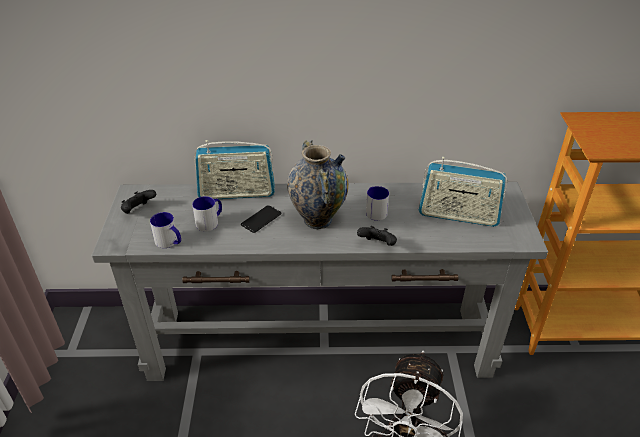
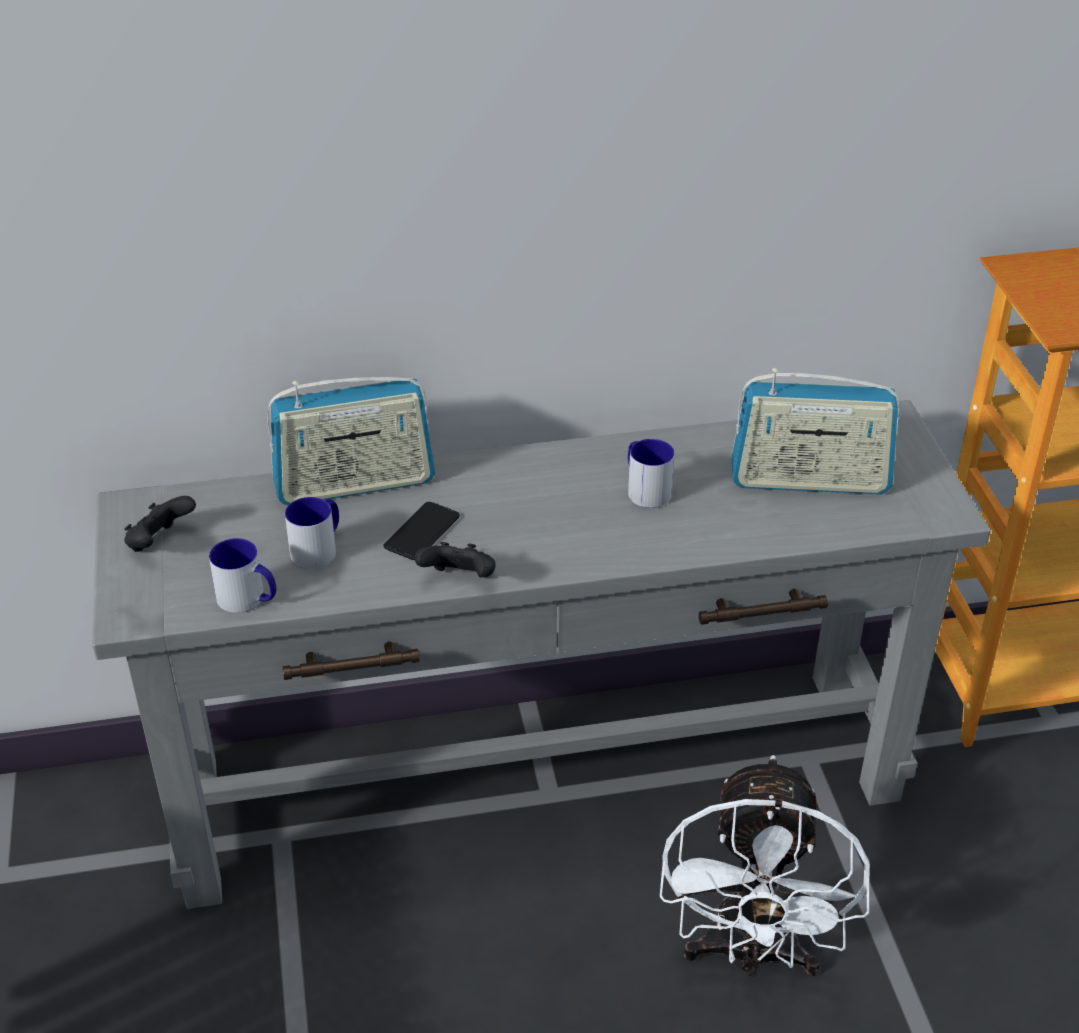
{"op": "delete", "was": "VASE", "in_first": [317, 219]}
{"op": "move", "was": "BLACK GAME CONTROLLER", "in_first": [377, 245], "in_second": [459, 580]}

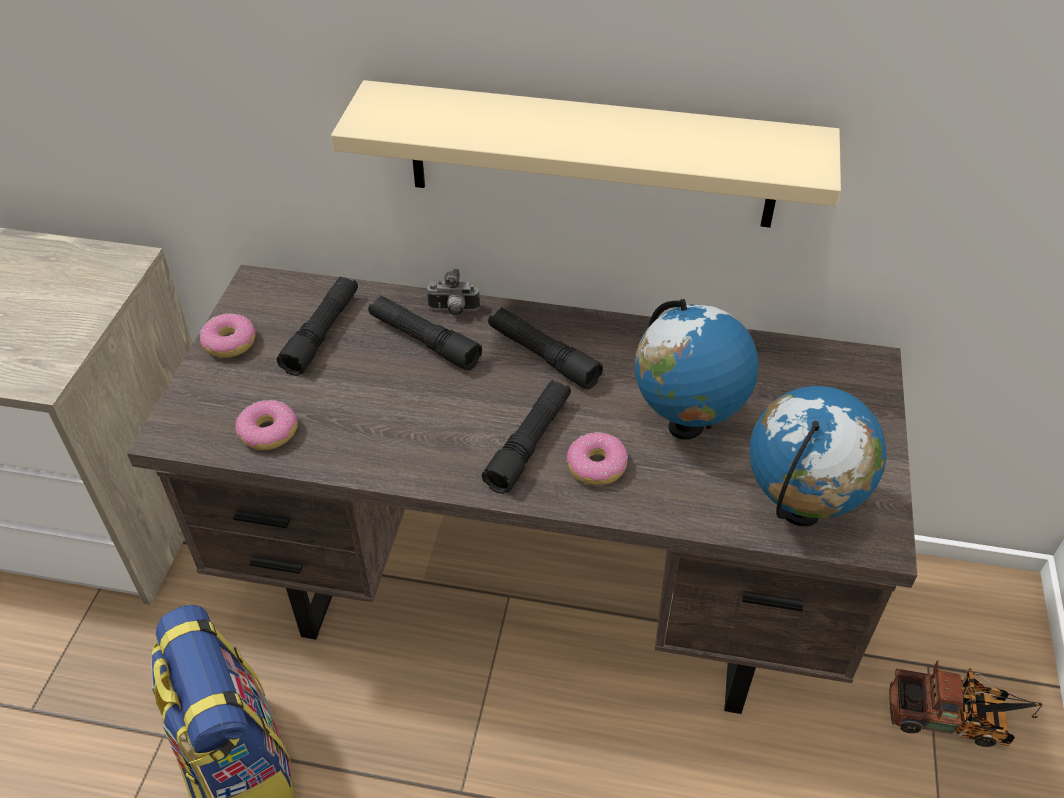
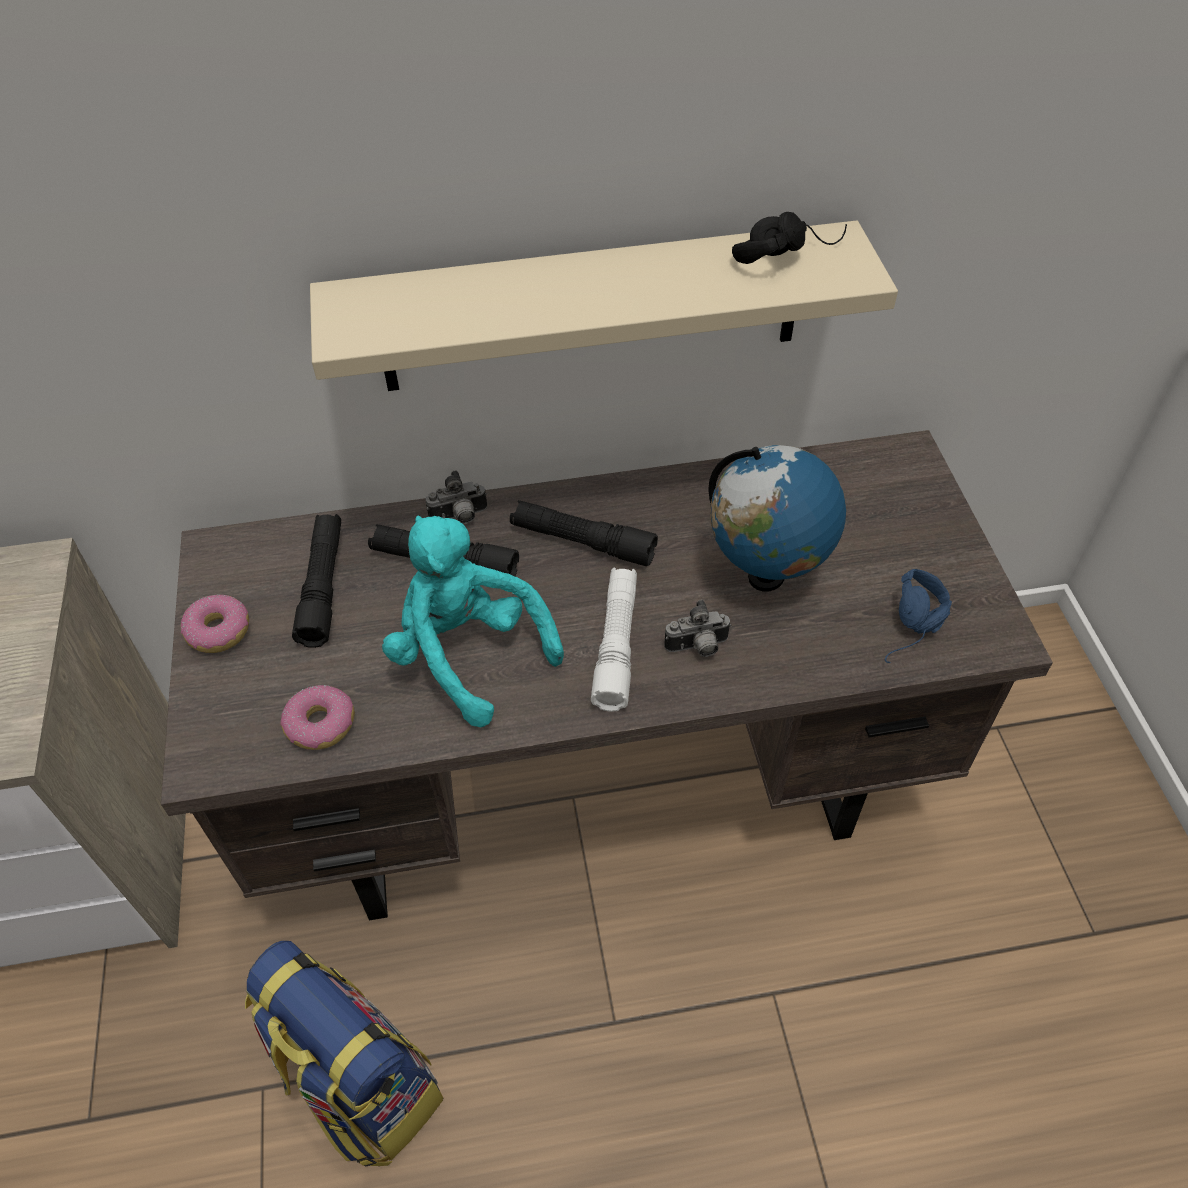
{"op": "recolor", "was": "BLACK FLASHLIGHT", "now": "WHITE FLASHLIGHT", "in_first": [529, 443], "in_second": [616, 645]}
{"op": "replace", "was": "GLOBE", "now": "BLUE HEADPHONES", "in_first": [799, 512], "in_second": [917, 633]}
{"op": "replace", "was": "DONUT", "now": "PHOTO CAMERA", "in_first": [596, 466], "in_second": [698, 648]}
{"op": "delete", "was": "TOY TRUCK", "in_first": [954, 719]}
{"op": "insert", "now": "BLACK HEADPHONES", "in_second": [784, 251]}
{"op": "insert", "now": "TURQUOISE PLUSH TOY", "in_second": [468, 654]}

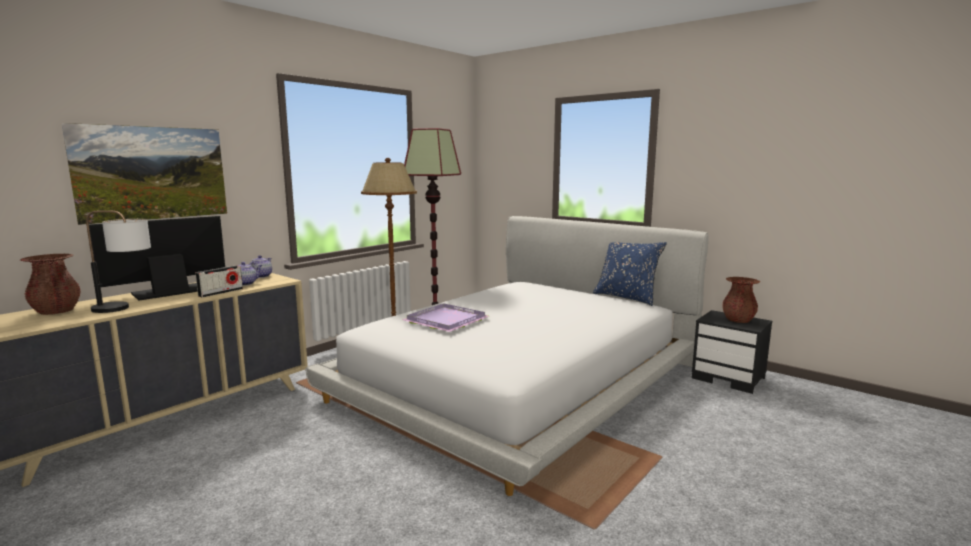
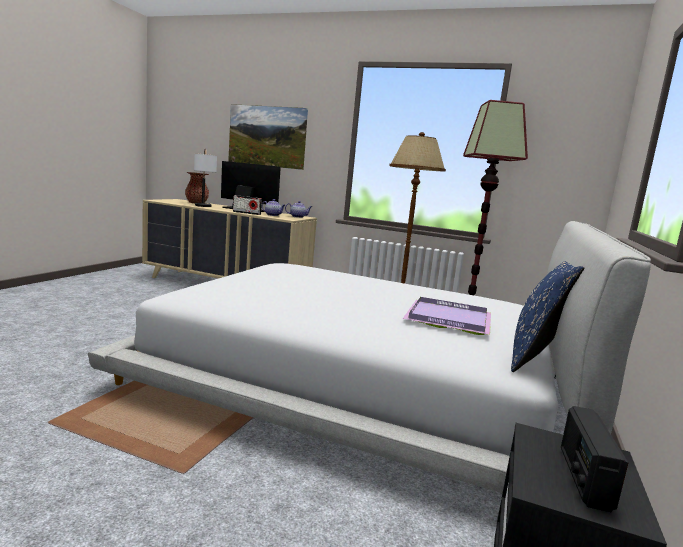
{"op": "replace", "was": "BROWN VASE", "now": "RADIO", "in_first": [738, 320], "in_second": [584, 477]}
{"op": "move", "was": "PURPLE TRAY", "in_first": [448, 320], "in_second": [450, 319]}

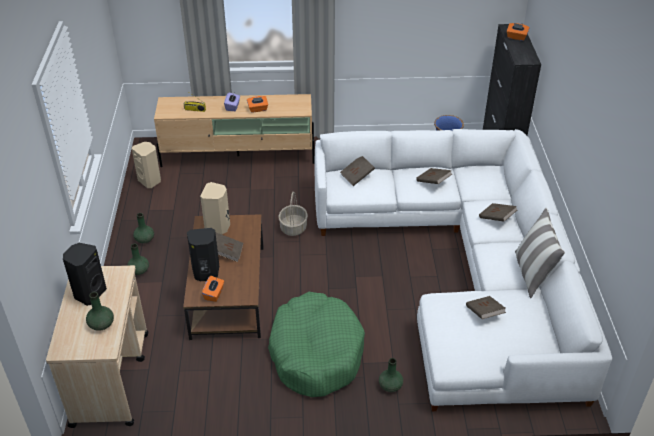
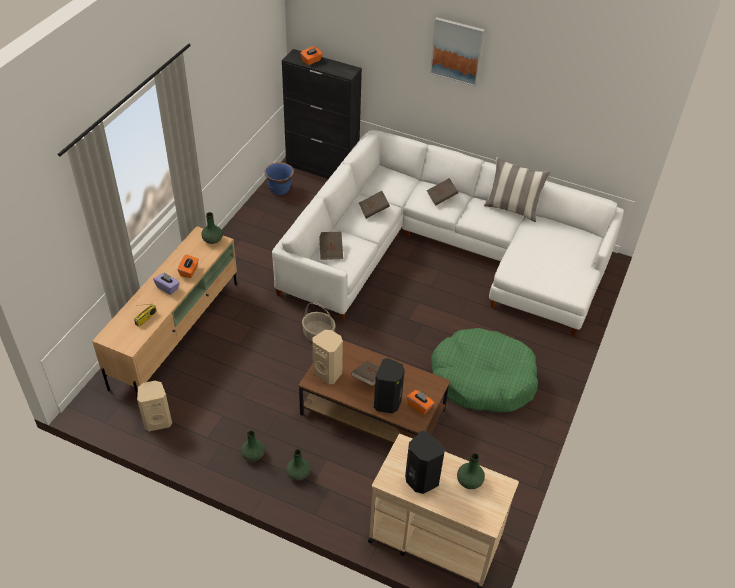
{"op": "delete", "was": "BROWN BOOK", "in_first": [484, 313]}
{"op": "move", "was": "GREEN VASE", "in_first": [390, 386], "in_second": [213, 240]}
{"op": "insert", "now": "PICTURE", "in_second": [457, 51]}

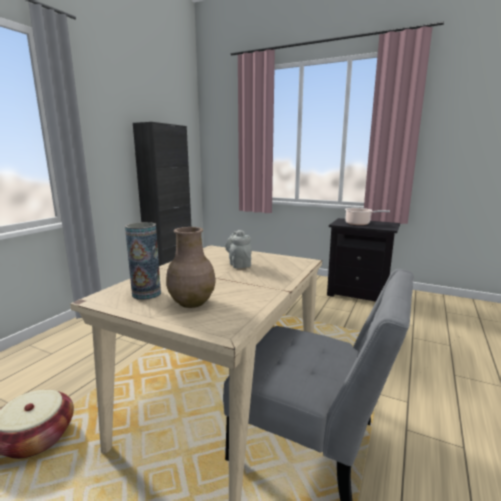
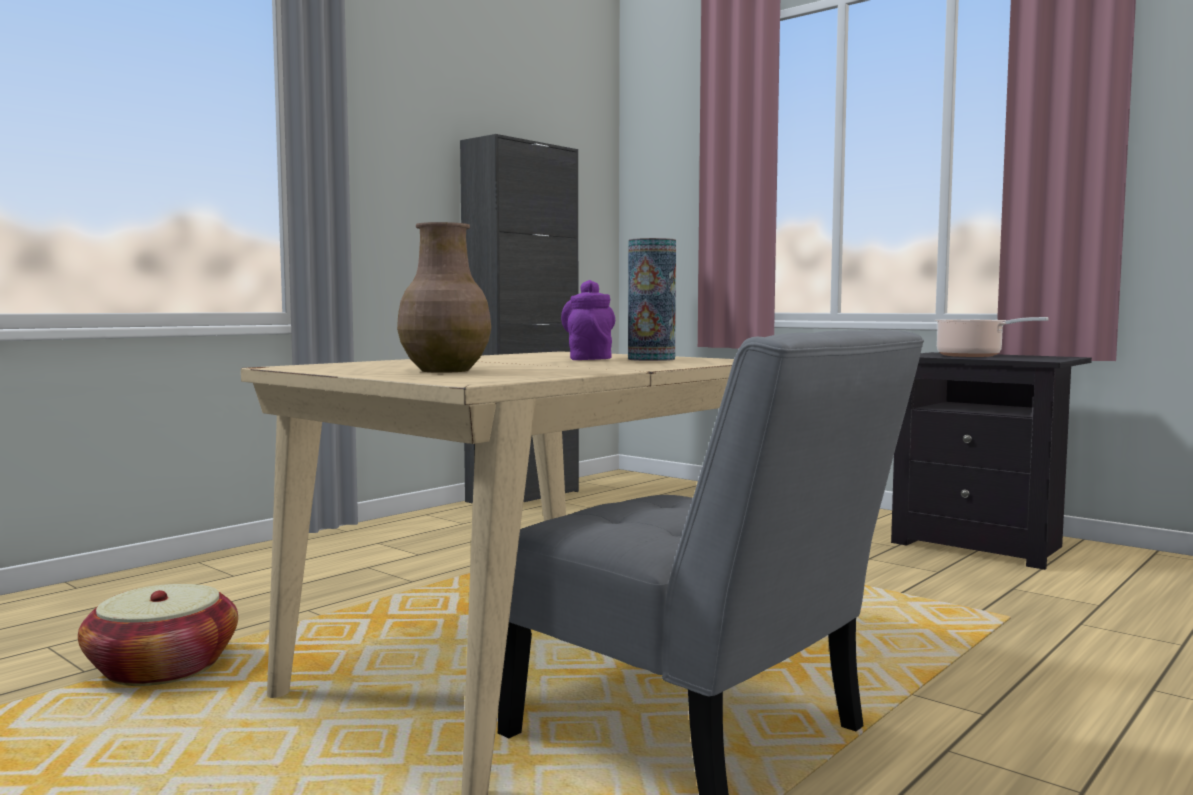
{"op": "move", "was": "VASE", "in_first": [146, 294], "in_second": [651, 359]}
{"op": "recolor", "was": "GREY TEAPOT", "now": "PURPLE TEAPOT", "in_first": [239, 264], "in_second": [589, 359]}

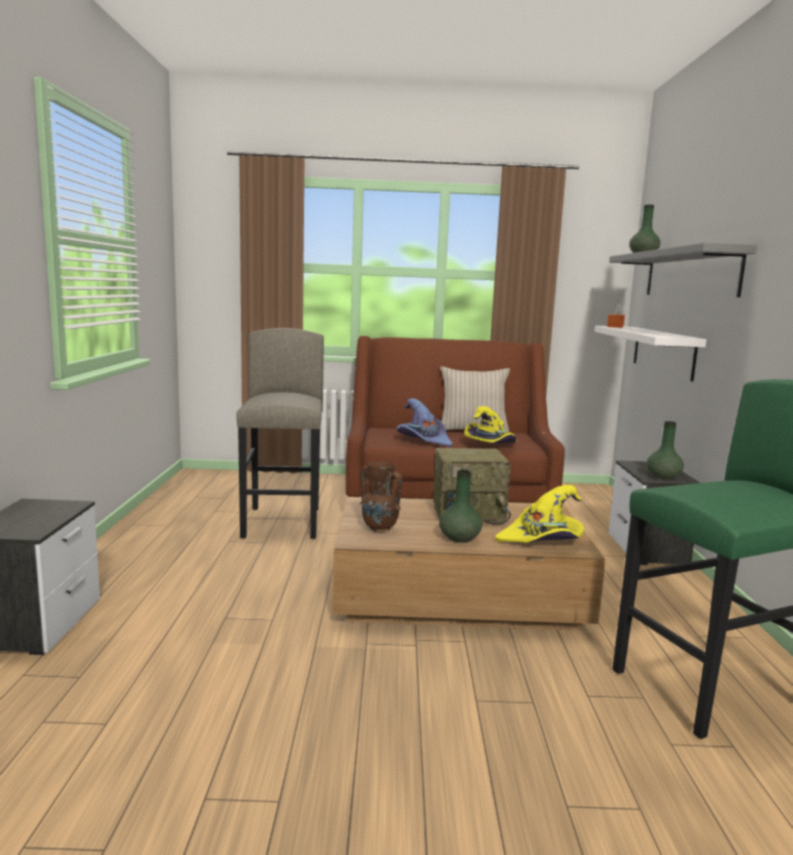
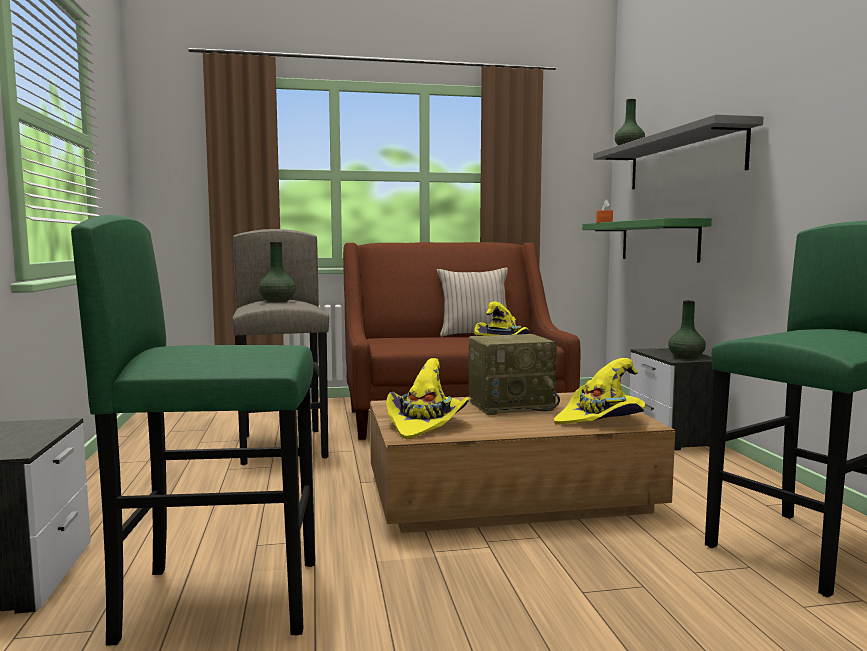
{"op": "recolor", "was": "WHITE SHELF", "now": "GREEN SHELF", "in_first": [663, 351], "in_second": [658, 241]}
{"op": "delete", "was": "PURPLE HAT", "in_first": [423, 440]}
{"op": "replace", "was": "BROWN VASE", "now": "YELLOW HAT", "in_first": [379, 529], "in_second": [425, 424]}
{"op": "move", "was": "GREEN VASE", "in_first": [460, 538], "in_second": [277, 301]}
{"op": "insert", "now": "GREEN STOOL", "in_second": [221, 599]}

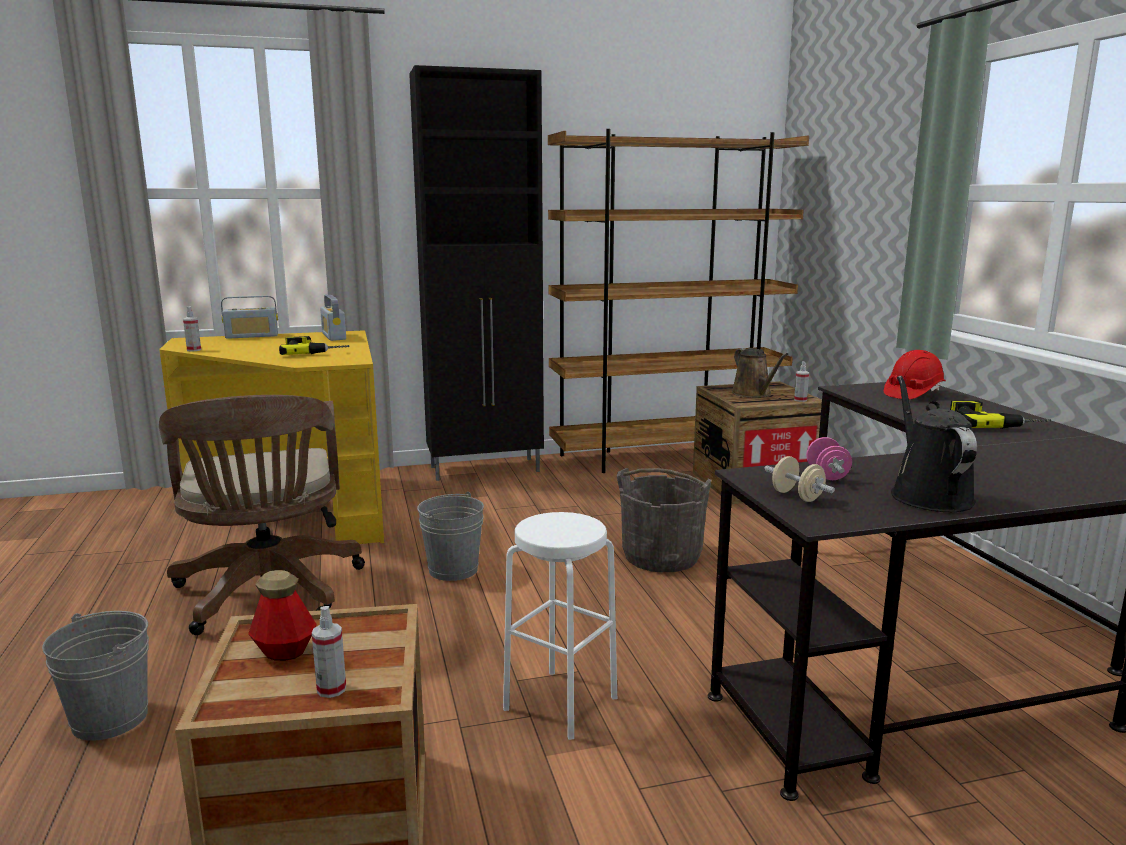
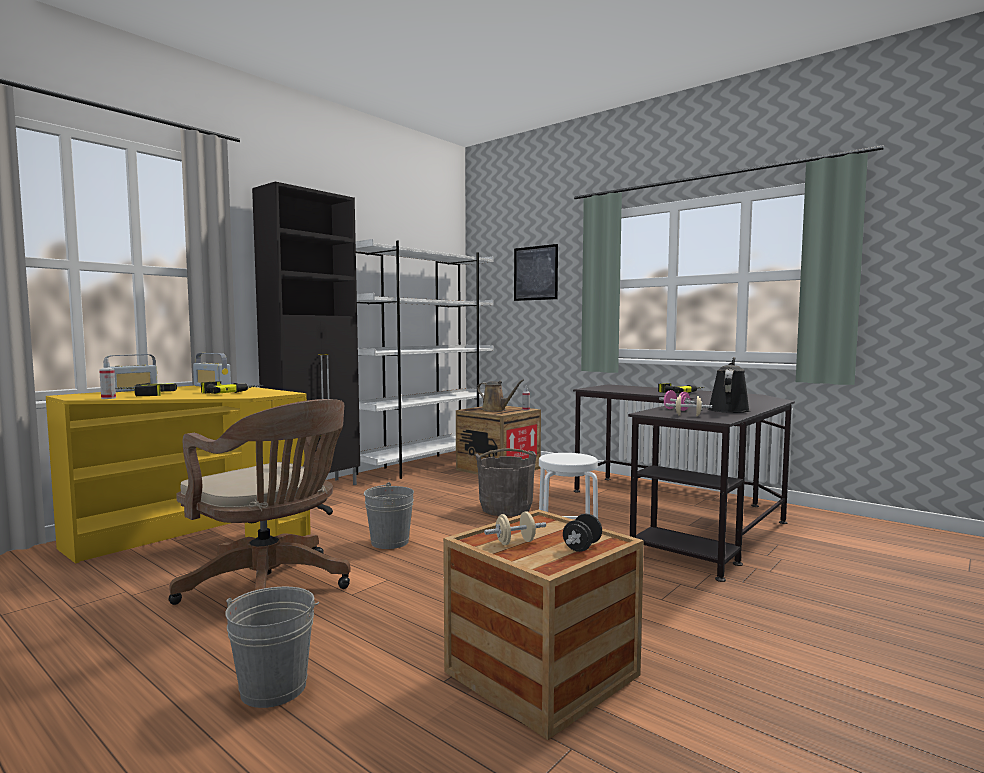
{"op": "recolor", "was": "BROWN BOOKCASE", "now": "WHITE BOOKCASE", "in_first": [667, 456], "in_second": [427, 464]}
{"op": "delete", "was": "RED HARD HAT", "in_first": [912, 393]}
{"op": "rotate", "was": "BLACK WATERING CAN", "in_first": [927, 495], "in_second": [728, 410], "clockwise": 60}
{"op": "replace", "was": "BOTTLE", "now": "BEIGE DUMBBELL", "in_first": [285, 651], "in_second": [515, 542]}
{"op": "replace", "was": "SPRAY BOTTLE", "now": "BLACK DUMBBELL", "in_first": [331, 689], "in_second": [582, 547]}
{"op": "insert", "now": "PICTURE", "in_second": [535, 273]}
{"op": "insert", "now": "POWER DRILL", "in_second": [140, 394]}

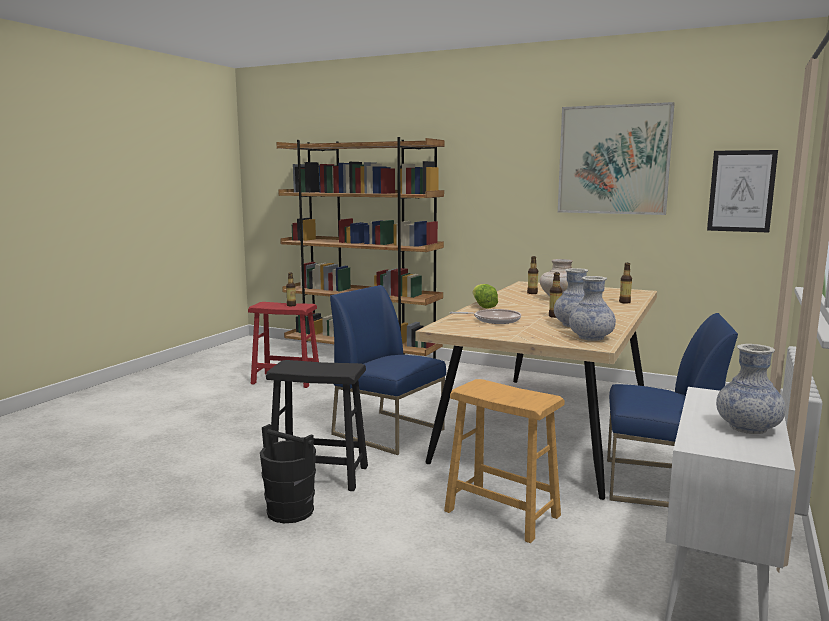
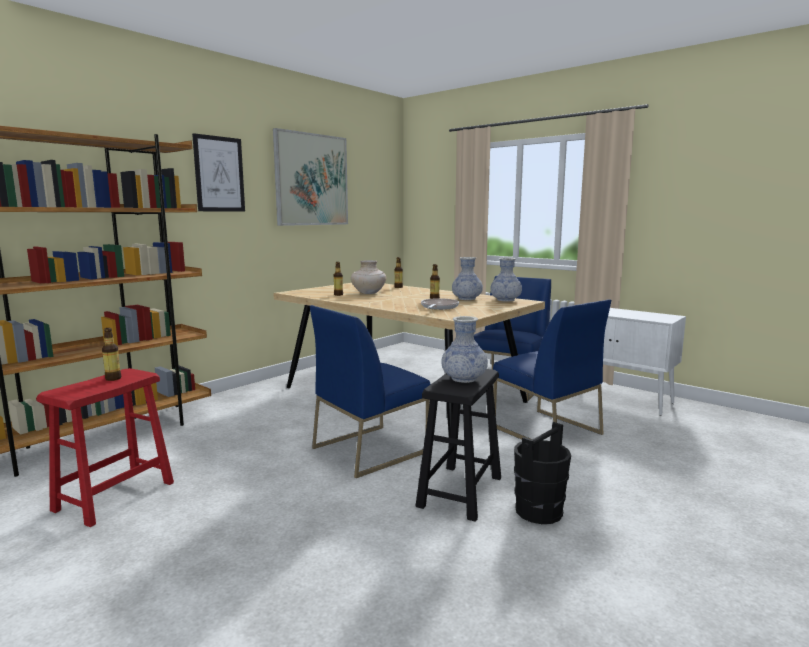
{"op": "move", "was": "PICTURE", "in_first": [741, 191], "in_second": [219, 174]}
{"op": "delete", "was": "LETTUCE", "in_first": [483, 306]}
{"op": "move", "was": "VASE", "in_first": [747, 428], "in_second": [464, 379]}
{"op": "replace", "was": "BROWN STOOL", "now": "BLUE CHAIR", "in_first": [502, 513], "in_second": [545, 430]}

